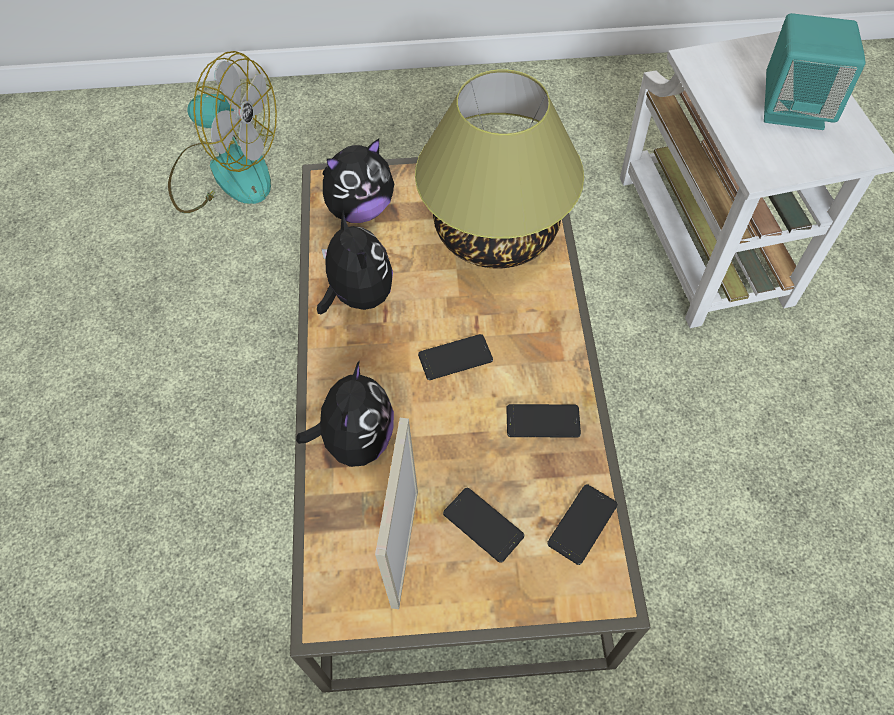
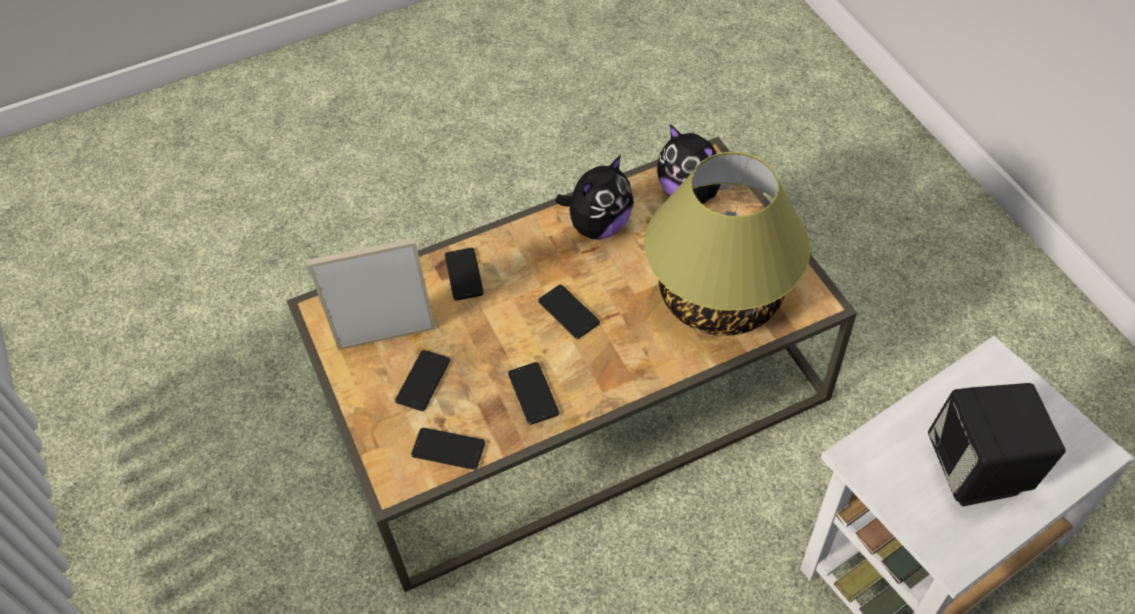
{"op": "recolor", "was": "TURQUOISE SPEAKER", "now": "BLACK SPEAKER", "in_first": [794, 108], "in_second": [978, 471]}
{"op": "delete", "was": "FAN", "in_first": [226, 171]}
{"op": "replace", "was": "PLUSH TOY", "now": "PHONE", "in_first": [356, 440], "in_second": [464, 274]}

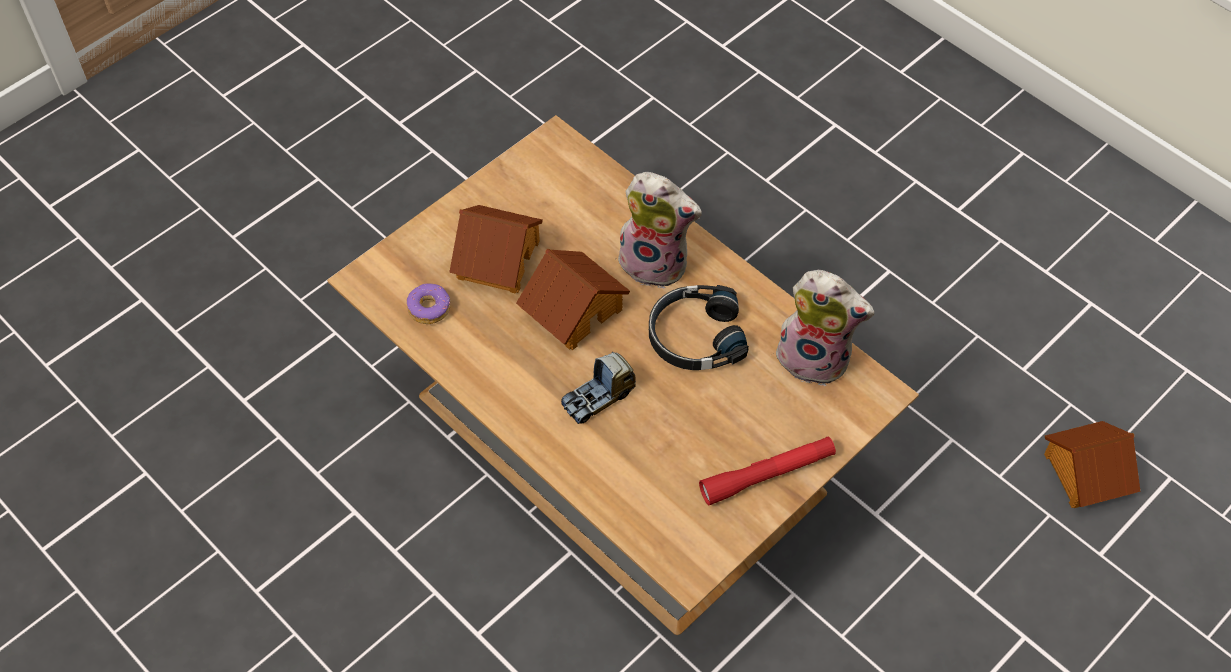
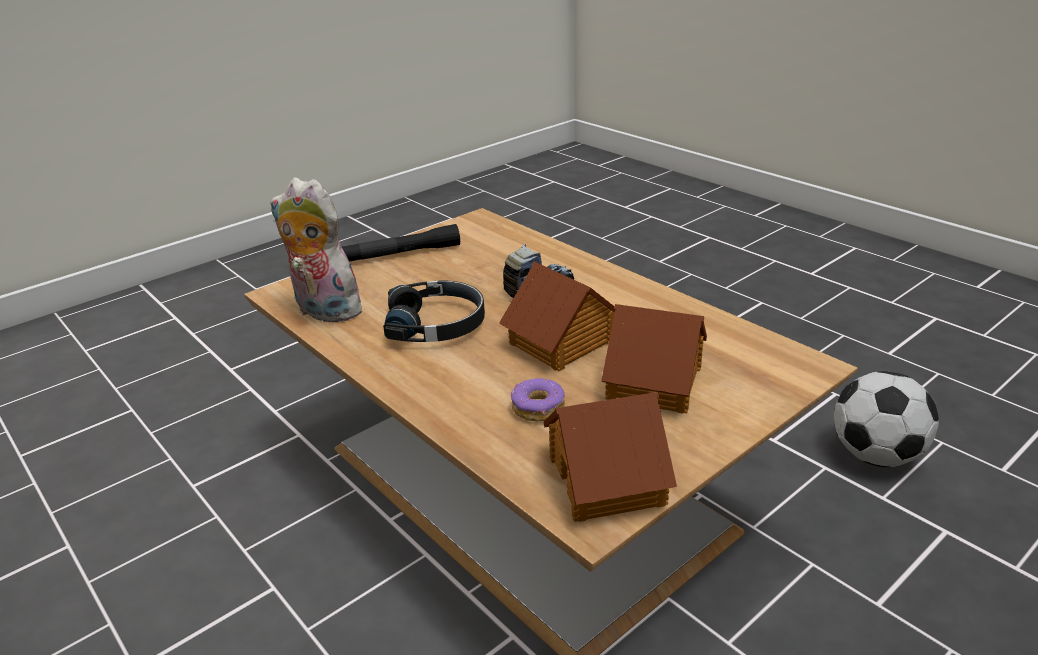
{"op": "delete", "was": "PLUSH TOY", "in_first": [656, 263]}
{"op": "move", "was": "DONUT", "in_first": [429, 308], "in_second": [538, 408]}
{"op": "move", "was": "TOY HOUSE", "in_first": [1084, 473], "in_second": [608, 479]}
{"op": "recolor", "was": "RED FLASHLIGHT", "now": "BLACK FLASHLIGHT", "in_first": [767, 475], "in_second": [402, 254]}
{"op": "insert", "now": "FOOTBALL", "in_second": [876, 455]}

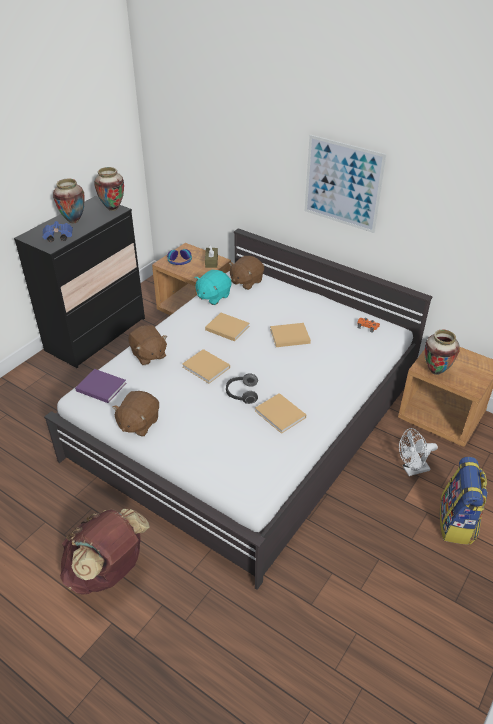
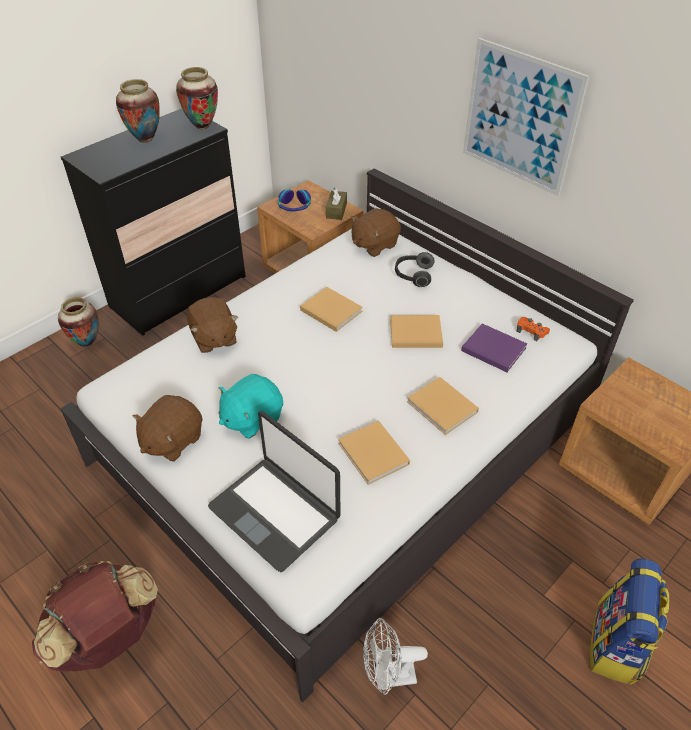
{"op": "delete", "was": "BLUE BINOCULARS", "in_first": [57, 238]}
{"op": "move", "was": "TURQUOISE PLUSH TOY", "in_first": [213, 296], "in_second": [252, 418]}
{"op": "move", "was": "VASE", "in_first": [436, 371], "in_second": [87, 343]}
{"op": "move", "was": "BEIGE BOOK", "in_first": [207, 368], "in_second": [443, 408]}
{"op": "move", "was": "PURPLE BOOK", "in_first": [100, 386], "in_second": [492, 348]}
{"op": "move", "was": "HEADPHONES", "in_first": [242, 394], "in_second": [413, 275]}
{"op": "move", "was": "WHITE FAN", "in_first": [412, 470], "in_second": [388, 676]}
{"op": "insert", "now": "LAPTOP", "in_second": [275, 512]}

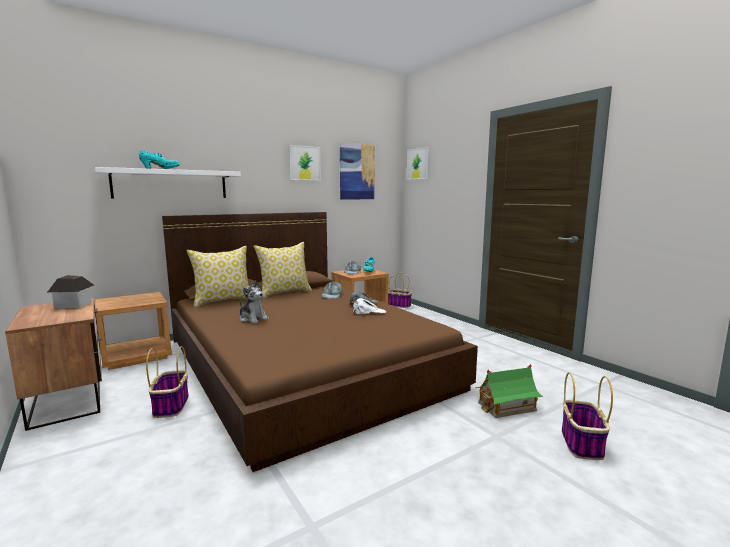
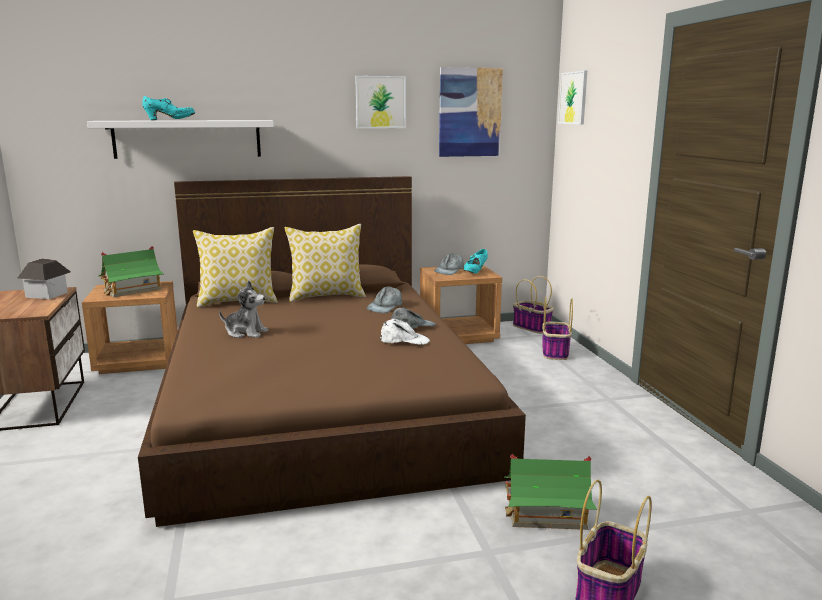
{"op": "rotate", "was": "PLUSH TOY", "in_first": [253, 319], "in_second": [246, 333], "clockwise": -45}
{"op": "move", "was": "BASKET", "in_first": [171, 405], "in_second": [555, 352]}
{"op": "insert", "now": "TOY HOUSE", "in_second": [132, 290]}

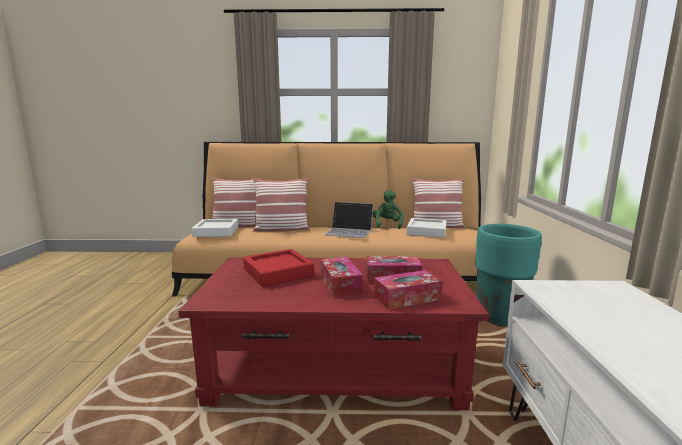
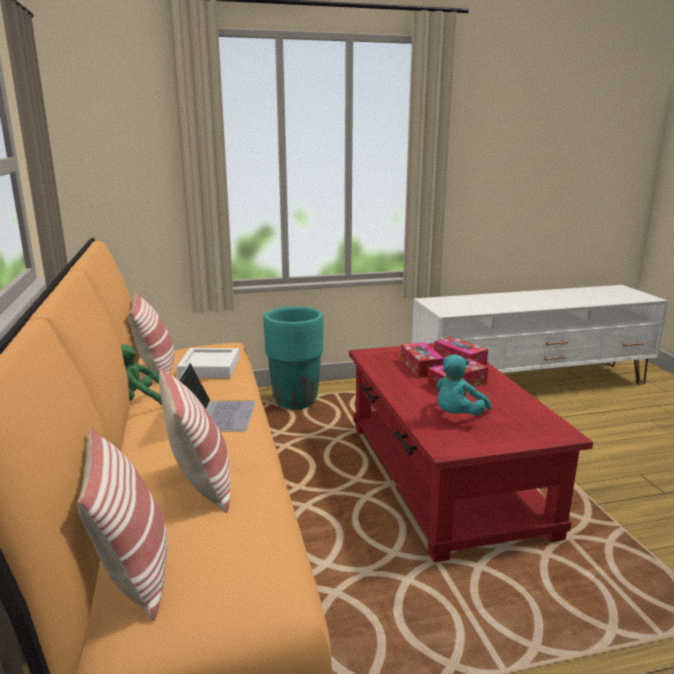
{"op": "delete", "was": "WHITE TRAY", "in_first": [216, 231]}
{"op": "replace", "was": "RED TRAY", "now": "TURQUOISE PLUSH TOY", "in_first": [278, 272], "in_second": [457, 416]}

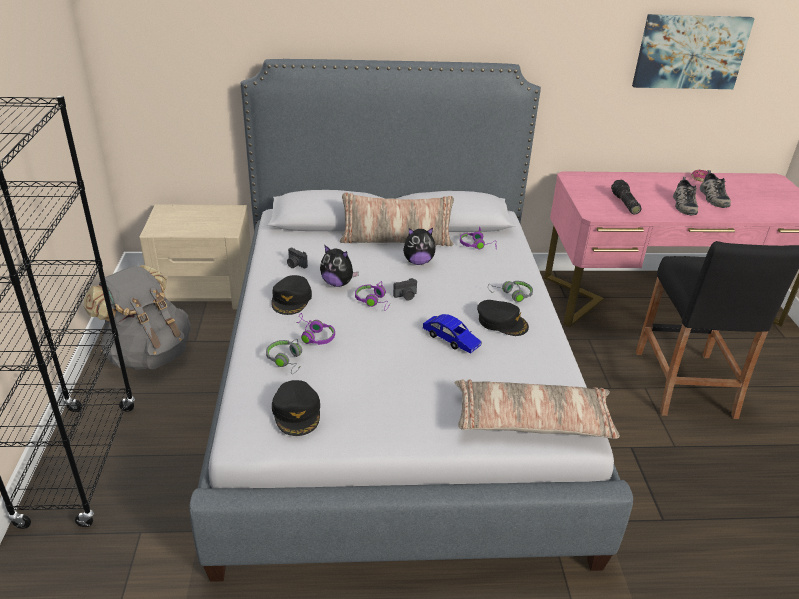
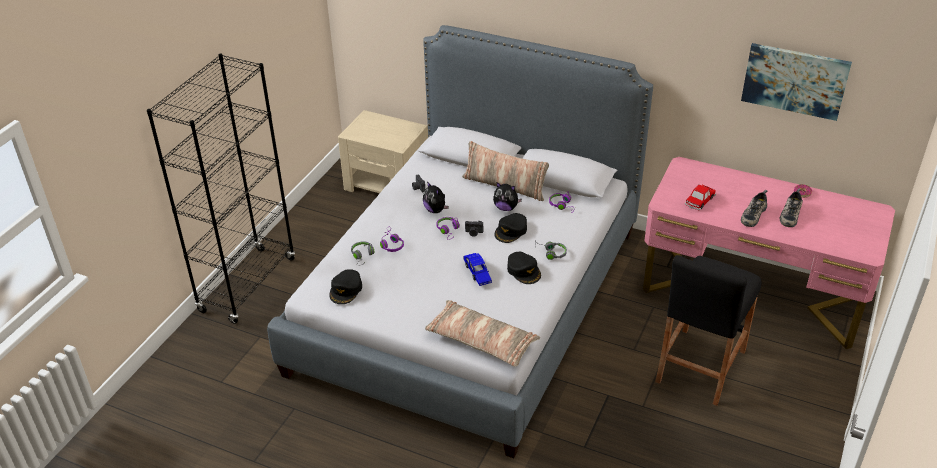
{"op": "replace", "was": "FLASHLIGHT", "now": "TOY CAR", "in_first": [624, 203], "in_second": [699, 201]}
{"op": "delete", "was": "GREY BACKPACK", "in_first": [148, 354]}
{"op": "move", "was": "BLACK CAP", "in_first": [291, 299], "in_second": [511, 231]}

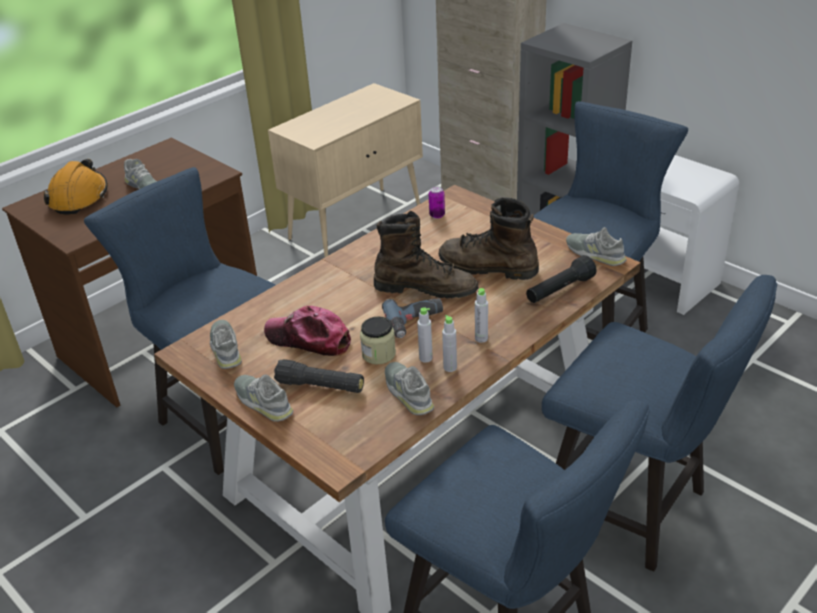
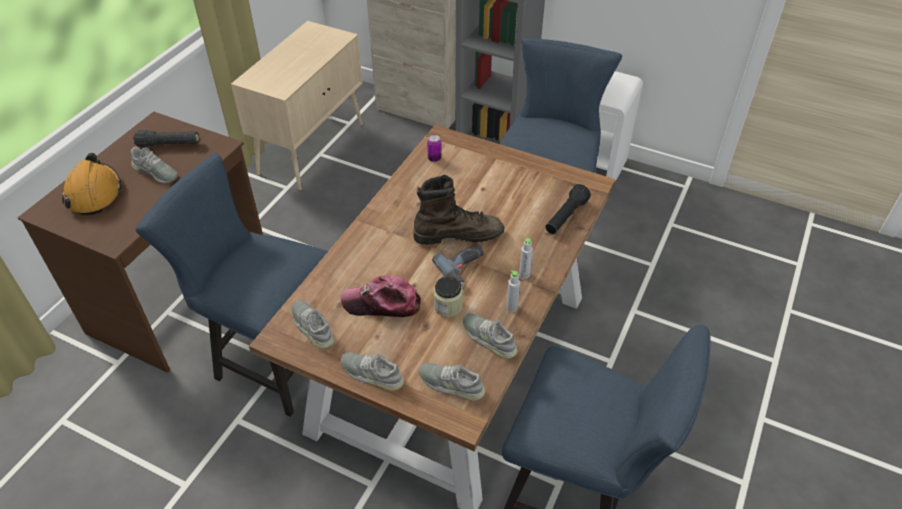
{"op": "delete", "was": "BROWN BOOT", "in_first": [487, 267]}
{"op": "move", "was": "GREY SHOE", "in_first": [595, 253], "in_second": [451, 384]}
{"op": "delete", "was": "BLUE CHAIR", "in_first": [635, 509]}
{"op": "delete", "was": "GREY BOTTLE", "in_first": [425, 358]}
{"op": "move", "was": "BLACK FLASHLIGHT", "in_first": [320, 386], "in_second": [169, 144]}

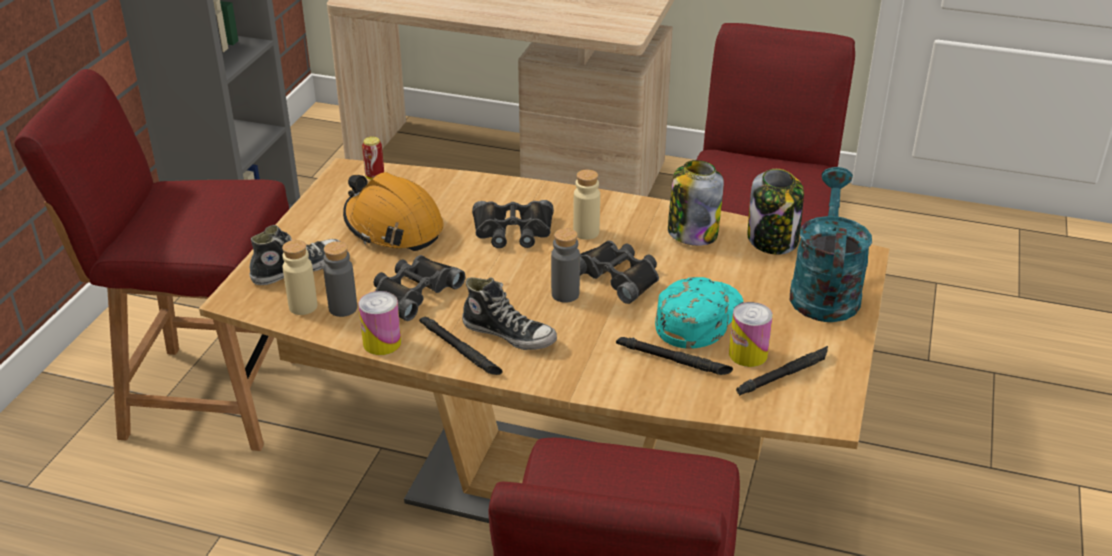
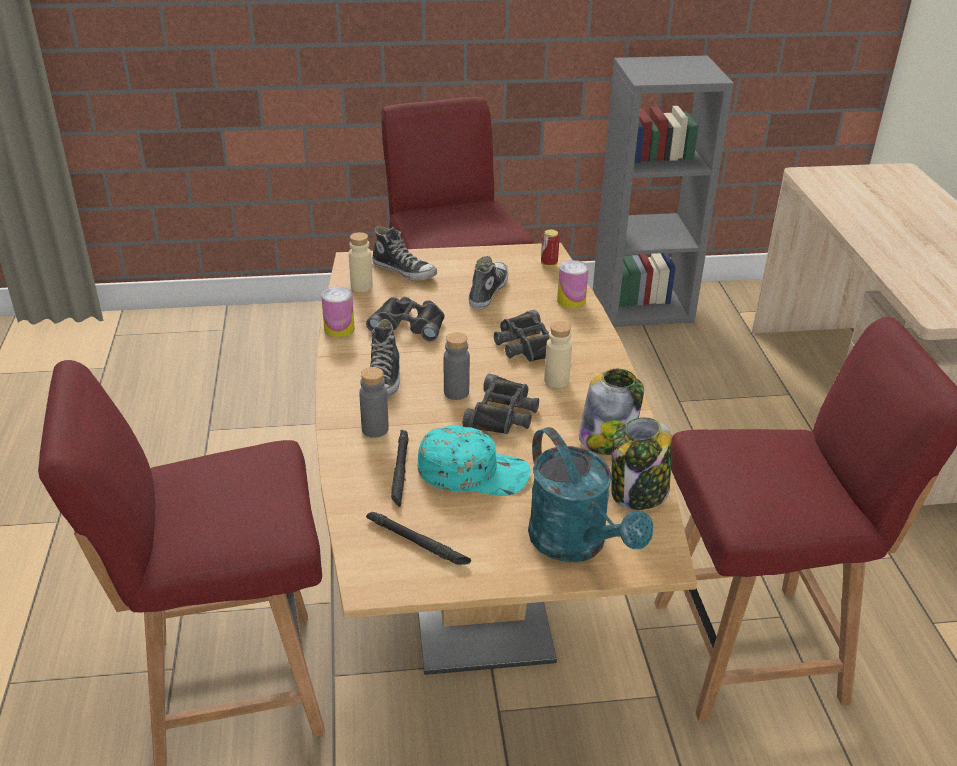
{"op": "rotate", "was": "TURQUOISE WATERING CAN", "in_first": [824, 290], "in_second": [576, 544], "clockwise": 75}
{"op": "replace", "was": "ORANGE HARD HAT", "now": "SHOE", "in_first": [393, 227], "in_second": [487, 291]}
{"op": "move", "was": "GREY BOTTLE", "in_first": [343, 308], "in_second": [375, 429]}
{"op": "move", "was": "CAN", "in_first": [748, 354], "in_second": [571, 300]}
{"op": "delete", "was": "BLACK FLASHLIGHT", "in_first": [460, 350]}

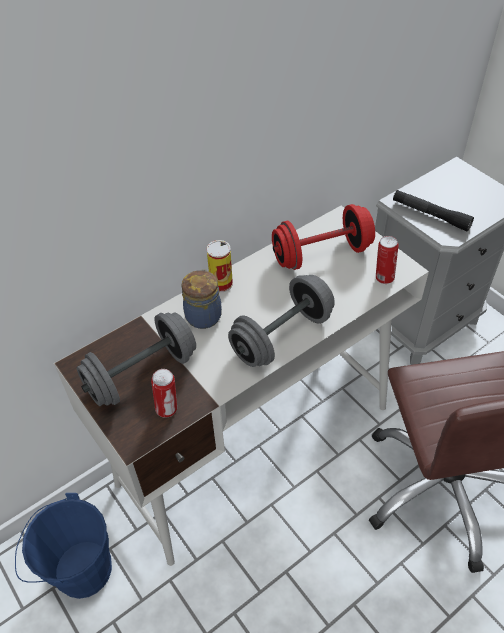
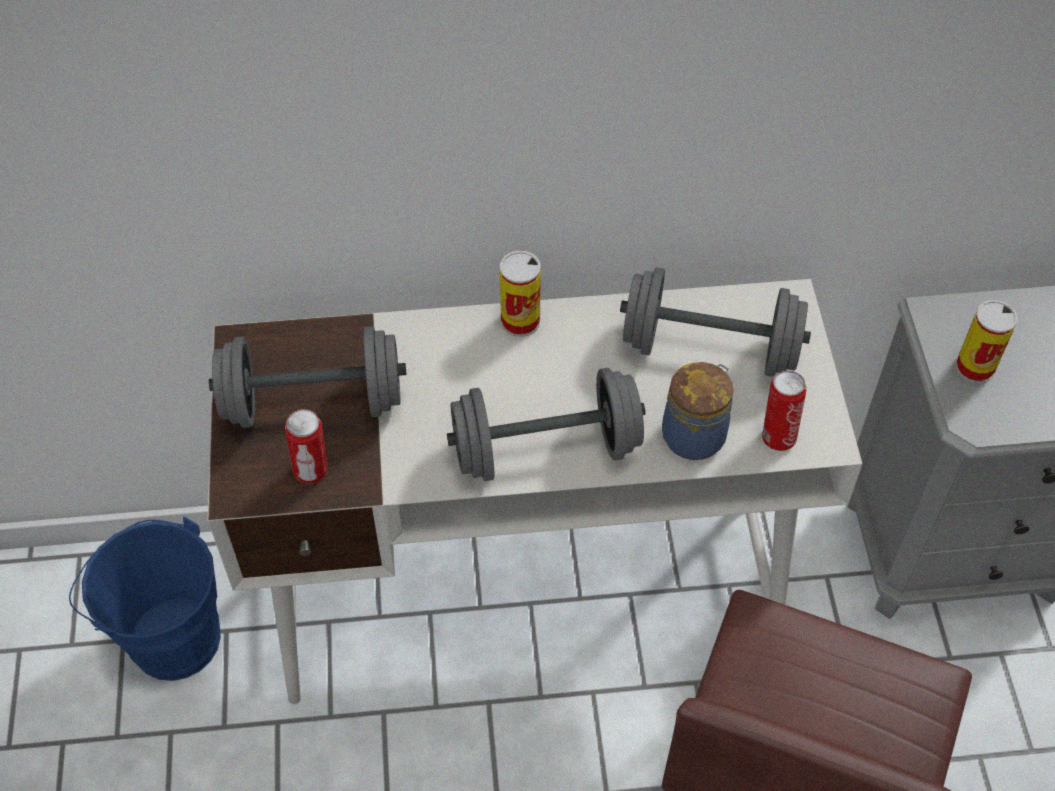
{"op": "replace", "was": "BLACK FLASHLIGHT", "now": "CAN", "in_first": [430, 215], "in_second": [975, 367]}
{"op": "recolor", "was": "RED DUMBBELL", "now": "GREY DUMBBELL", "in_first": [321, 254], "in_second": [710, 348]}
{"op": "move", "was": "JAR", "in_first": [204, 315], "in_second": [695, 434]}

